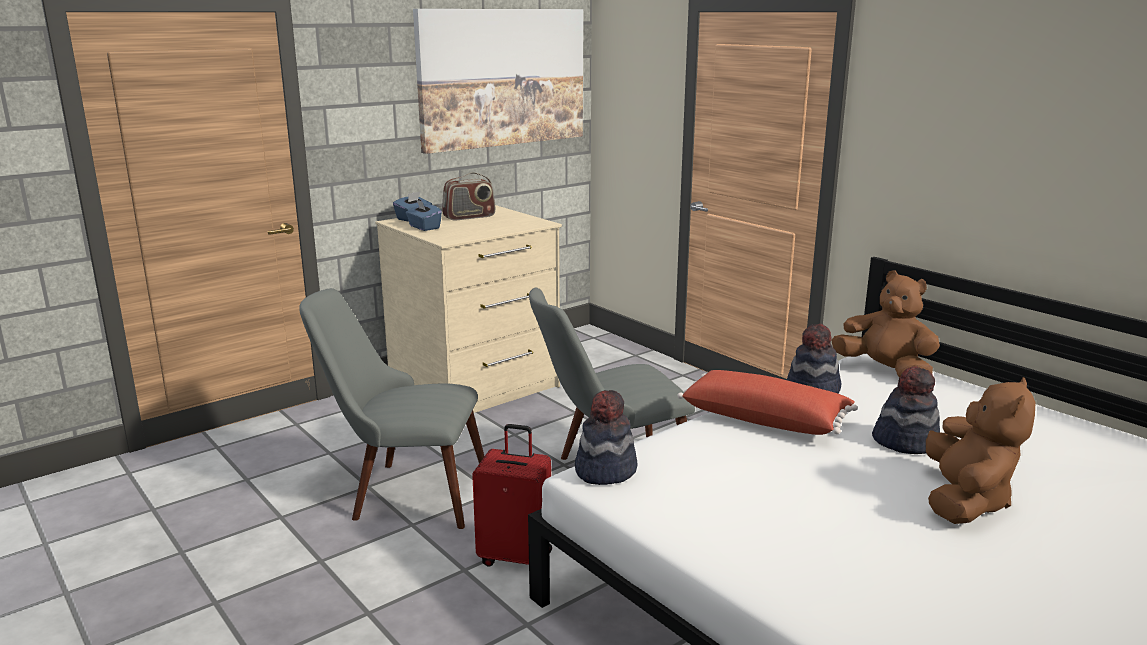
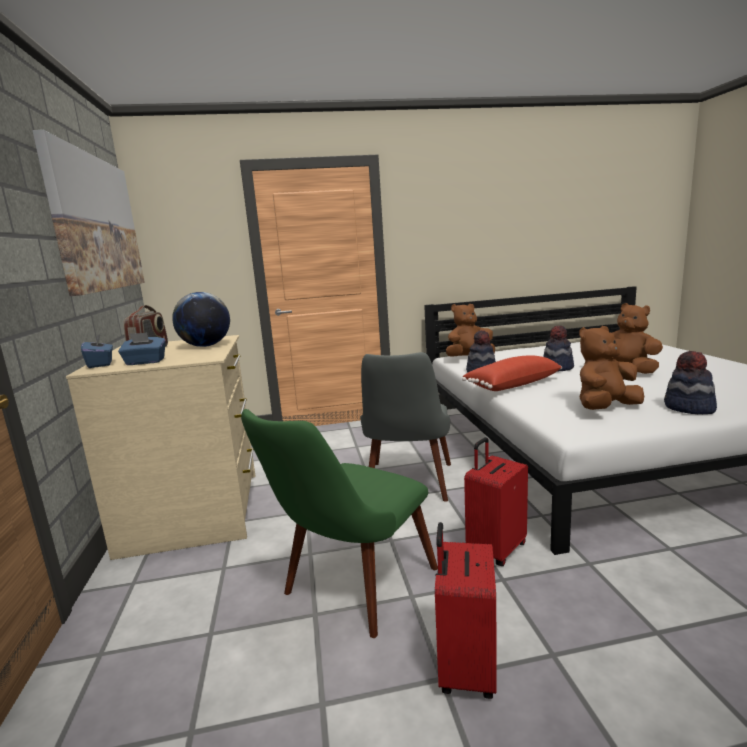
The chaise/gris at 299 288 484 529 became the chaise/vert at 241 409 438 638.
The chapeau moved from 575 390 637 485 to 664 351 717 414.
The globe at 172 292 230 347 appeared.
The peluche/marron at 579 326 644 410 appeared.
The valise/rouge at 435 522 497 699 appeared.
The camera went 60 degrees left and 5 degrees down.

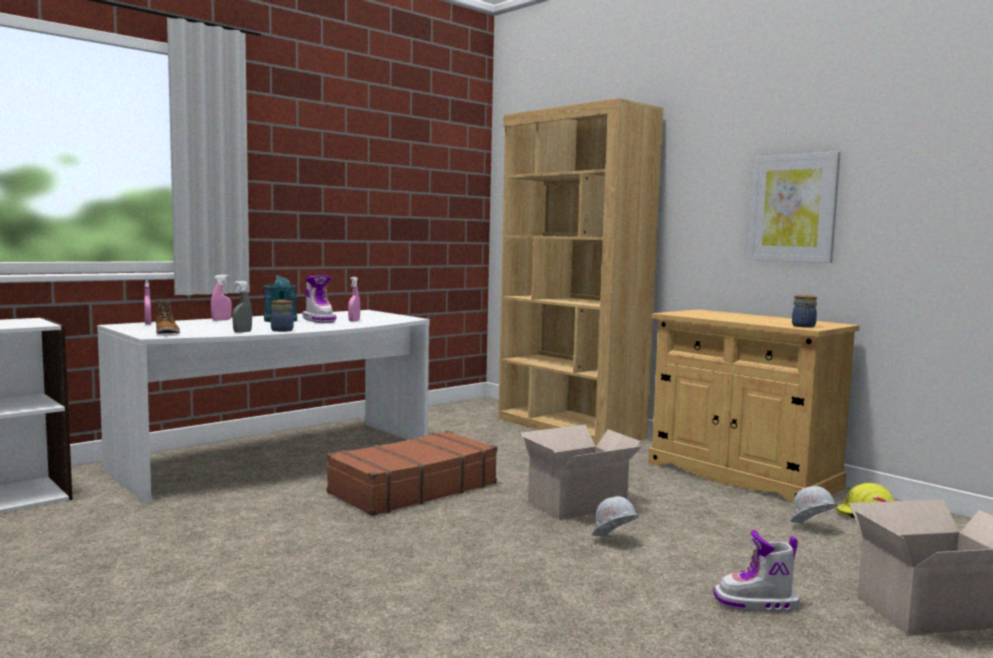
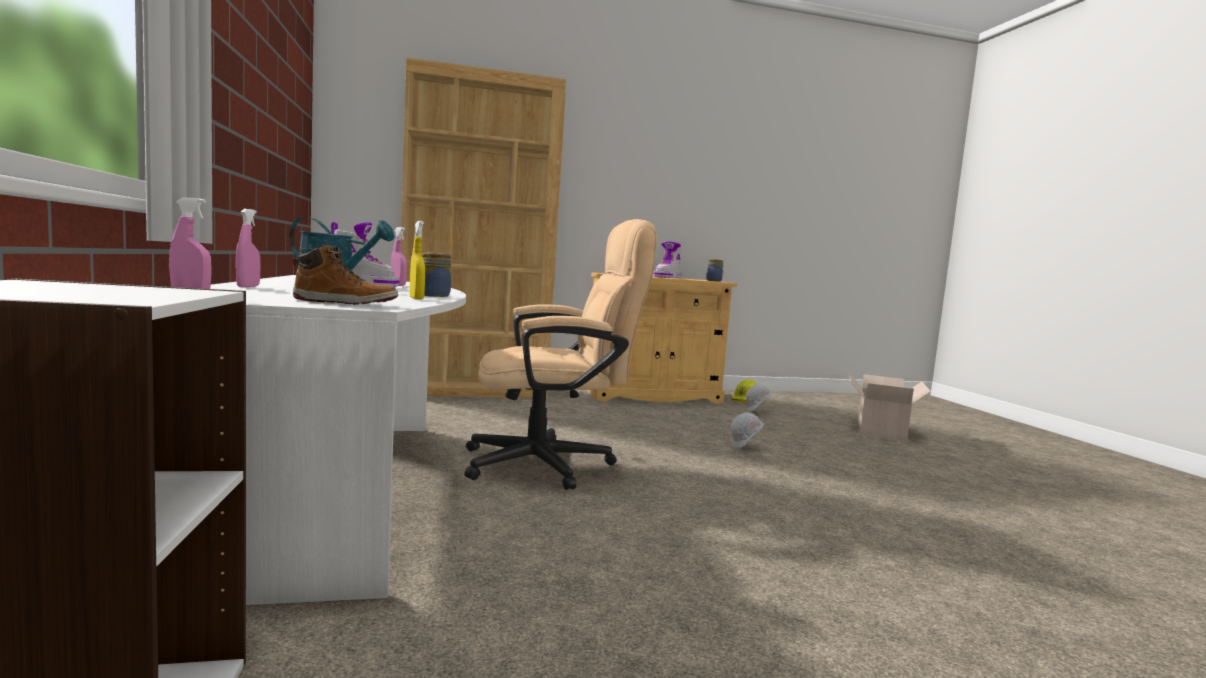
The tableau at 748 151 841 263 disappeared.
The vaporisateur/gris at 232 281 252 333 became the vaporisateur/jaune at 410 221 425 299.
The carton at 520 424 642 520 disappeared.
The valise/marron at 327 431 497 516 was replaced by the chaise de bureau/beige at 464 219 657 490.
The botte moved from 713 530 800 612 to 653 242 682 278.
The camera went 60 degrees left and 0 degrees up.

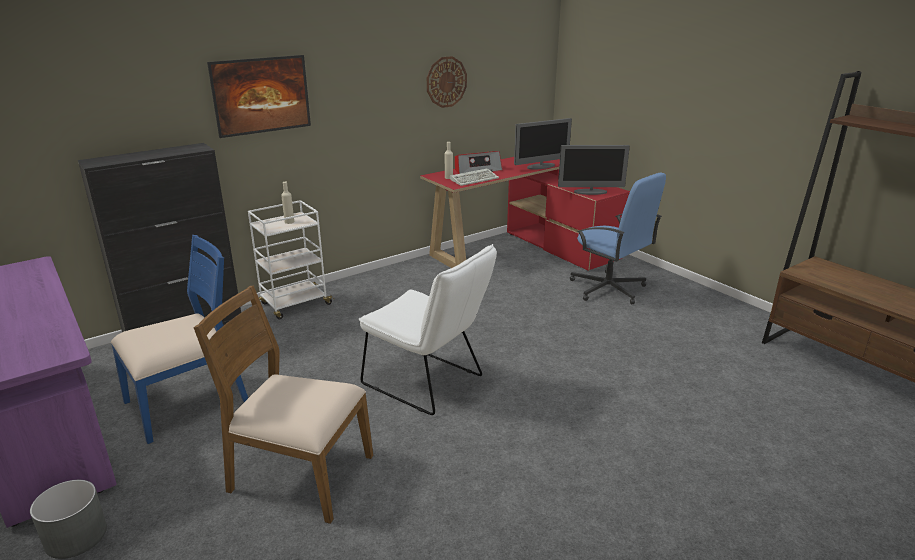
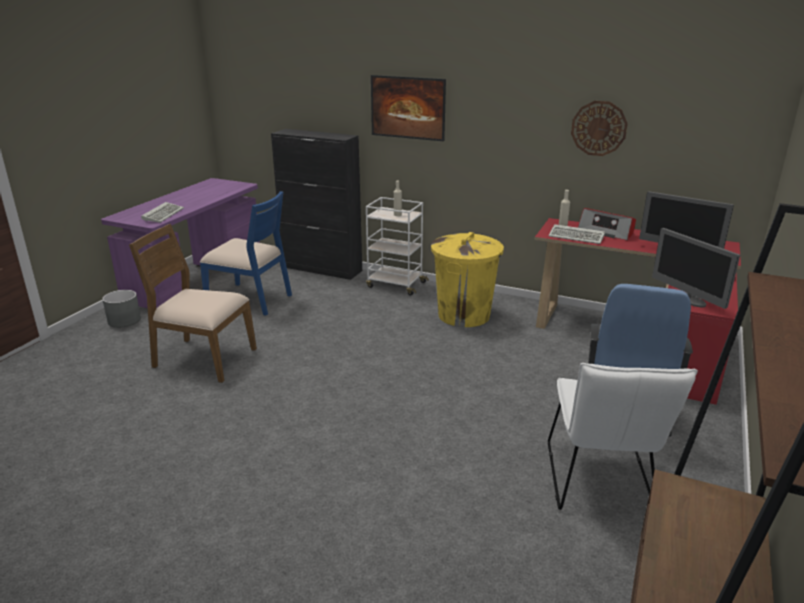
The chaise/blanc moved from 359 244 497 415 to 548 363 698 510.
The chaise/marron at 193 285 373 524 turned 60 degrees counterclockwise.
The clavier at 141 202 184 223 appeared.
The poubelle/jaune at 431 232 504 327 appeared.
The camera went 60 degrees right and 0 degrees up.

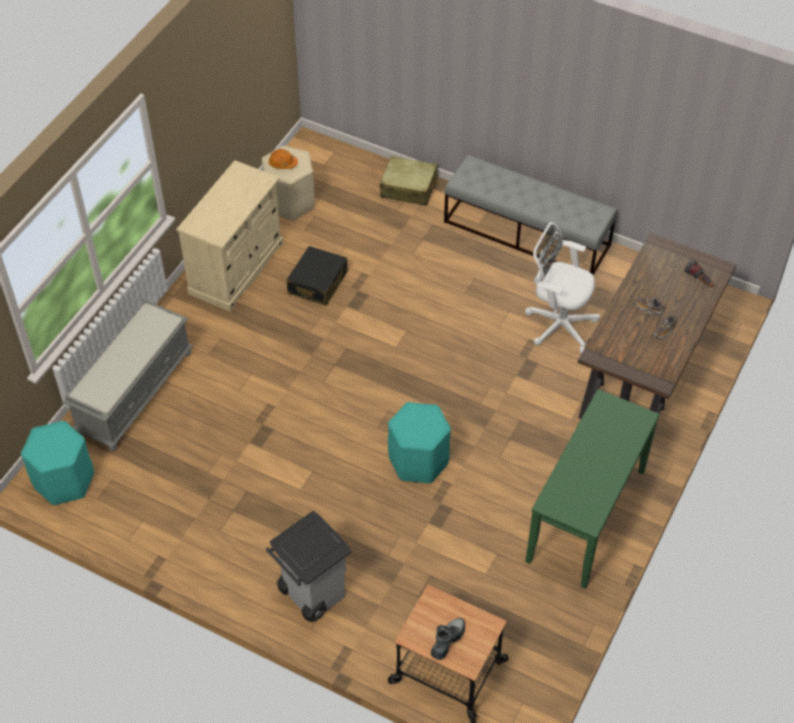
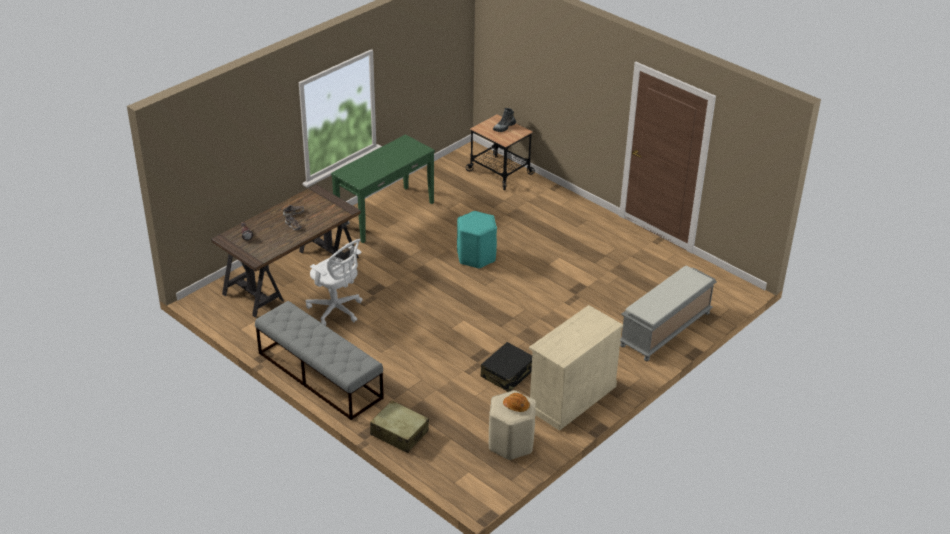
The tabouret/turquoise at 21 421 94 505 disappeared.
The poubelle/gris at 266 511 351 622 disappeared.
The camera went 165 degrees left and 15 degrees down.

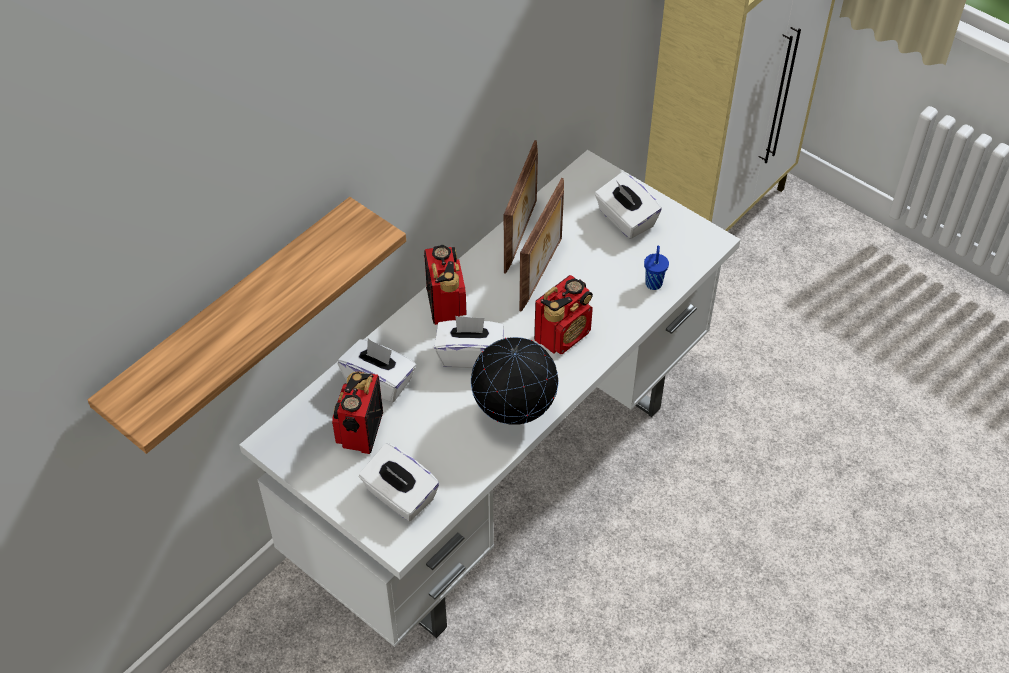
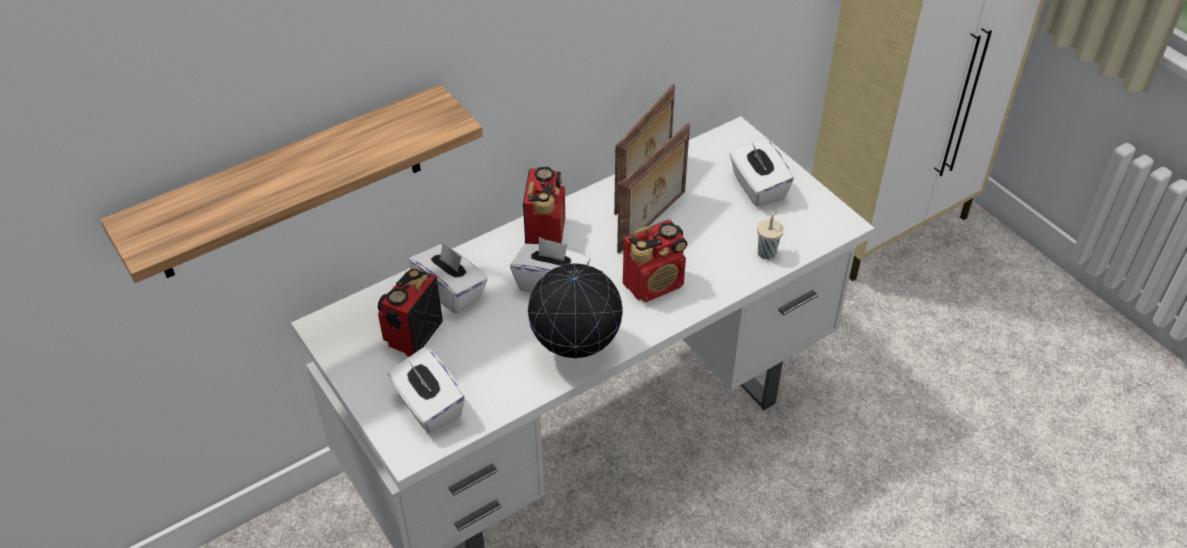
The tasse/bleu at 644 246 669 290 became the tasse/beige at 757 211 784 260.
The camera went 15 degrees right and 5 degrees down.

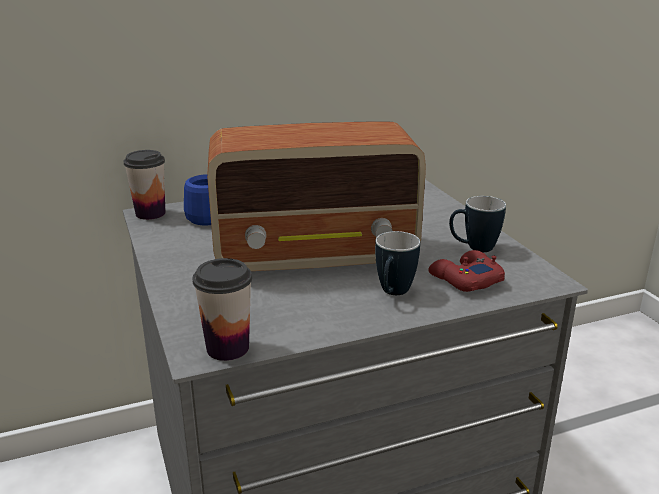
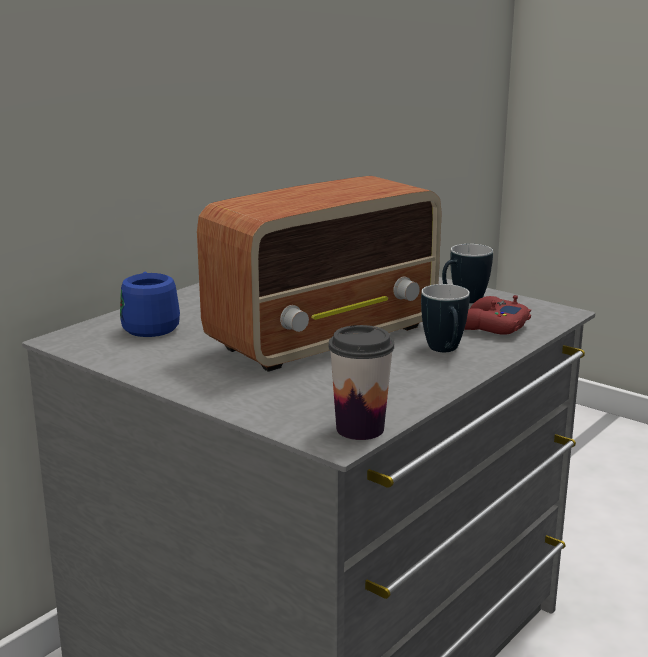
The tasse at 123 150 165 220 disappeared.
The camera went 30 degrees left and 5 degrees down.

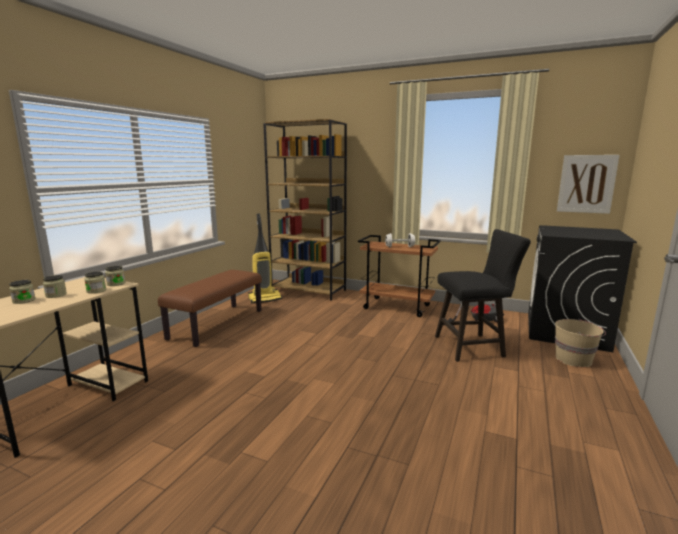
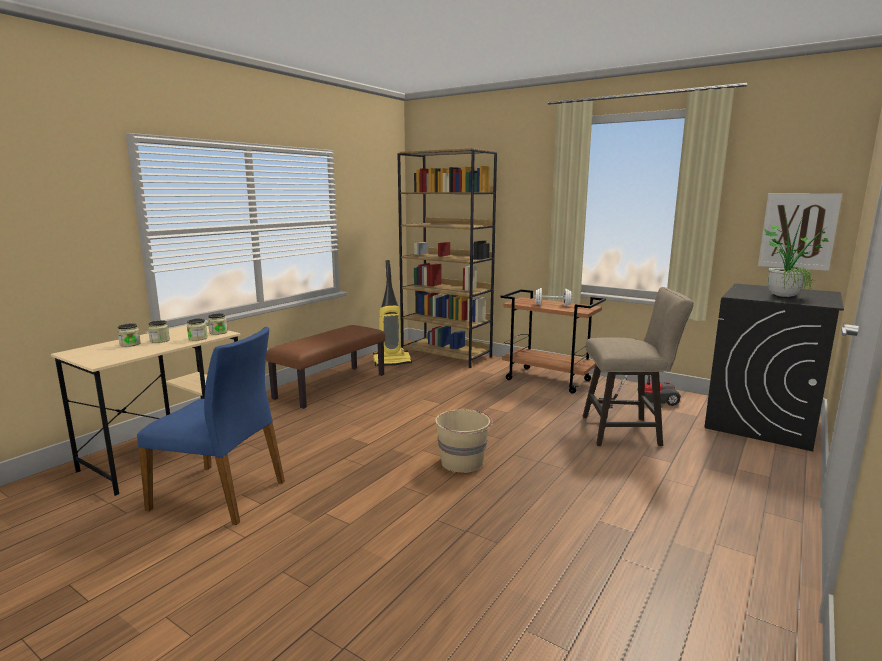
The tabouret/noir at 435 229 531 362 became the tabouret/beige at 583 287 694 446.
The seau/beige moved from 555 319 606 367 to 435 409 493 473.
The plante en pot at 764 210 829 297 appeared.
The chaise/bleu at 137 327 285 525 appeared.
The camera went 10 degrees right and 0 degrees up.

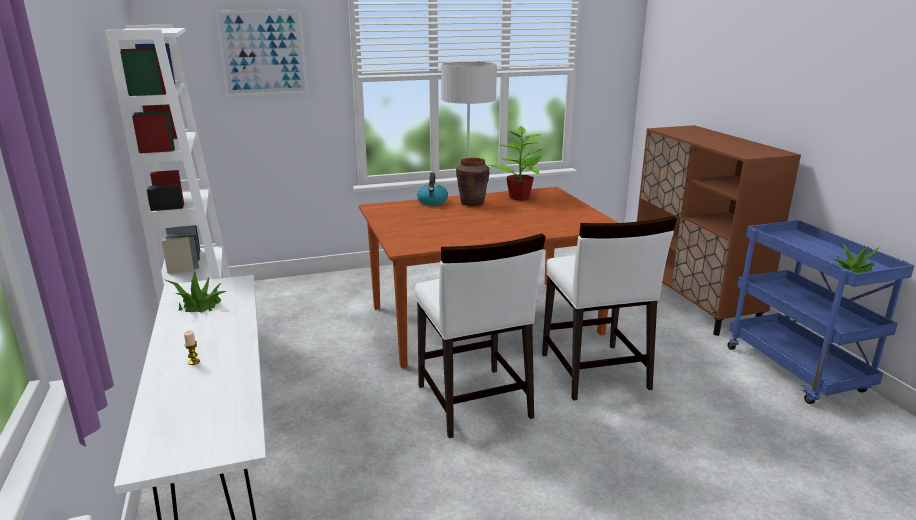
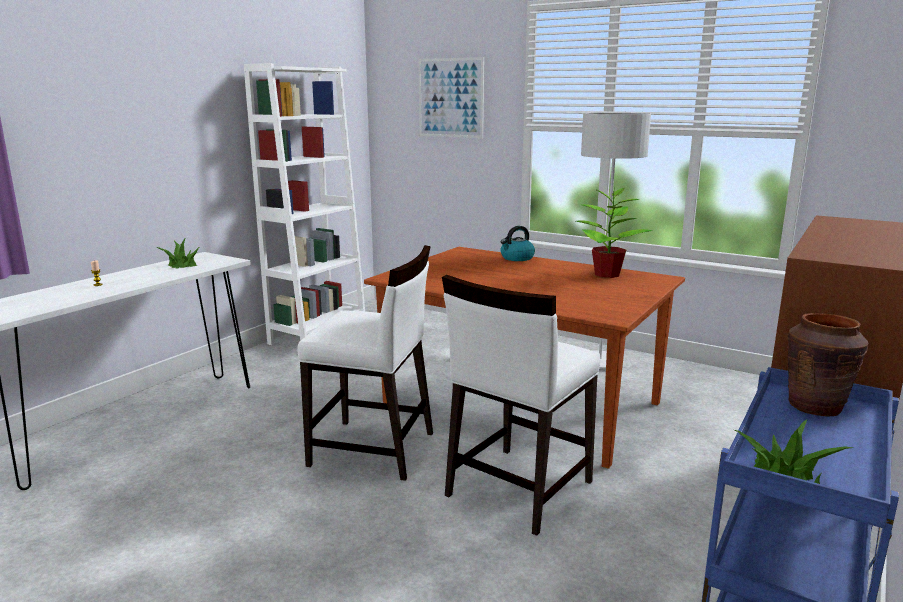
The vase/marron moved from 456 158 490 206 to 787 313 868 416.
The chaise/blanc at 415 233 546 438 turned 105 degrees counterclockwise.
The camera went 50 degrees right and 5 degrees down.

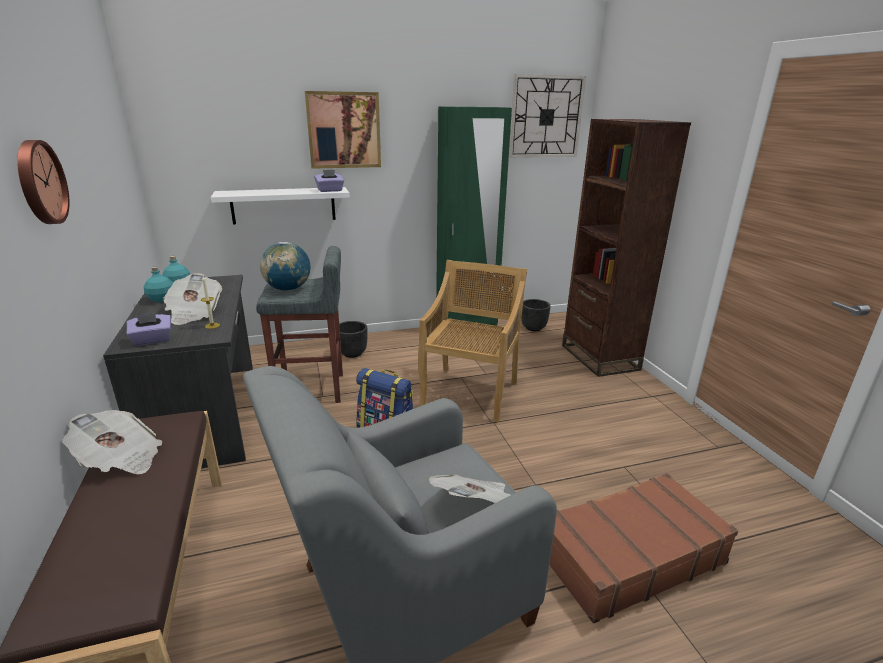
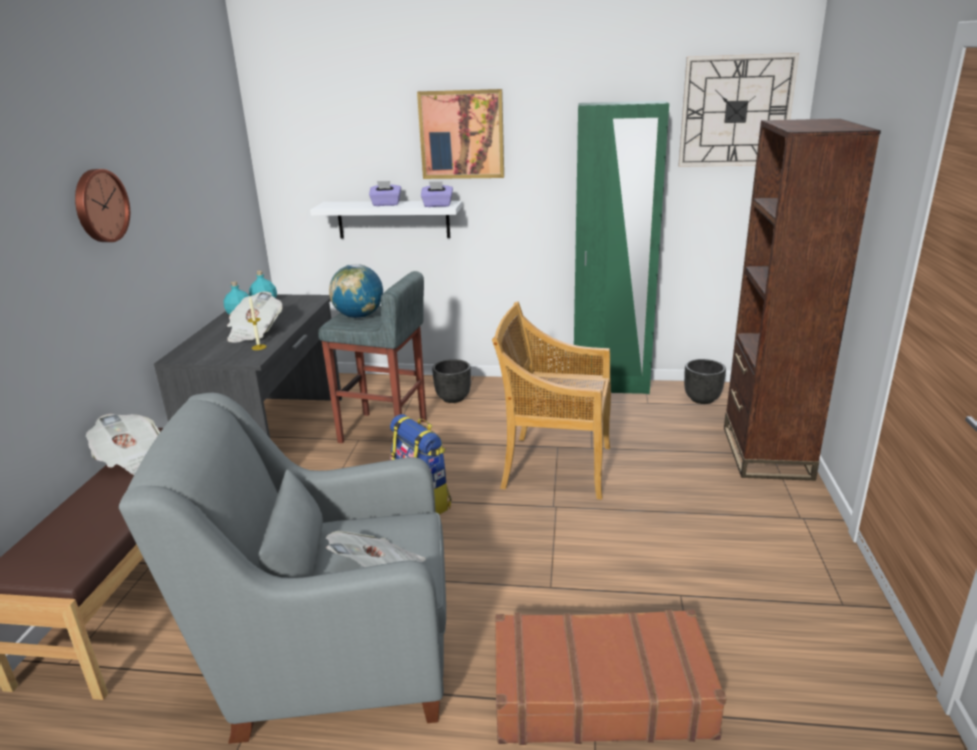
The chaise/beige at 418 260 527 422 turned 120 degrees counterclockwise.
The boîte à mouchoirs/violet moved from 126 313 171 346 to 369 181 401 206.
The camera went 25 degrees right and 0 degrees up.

